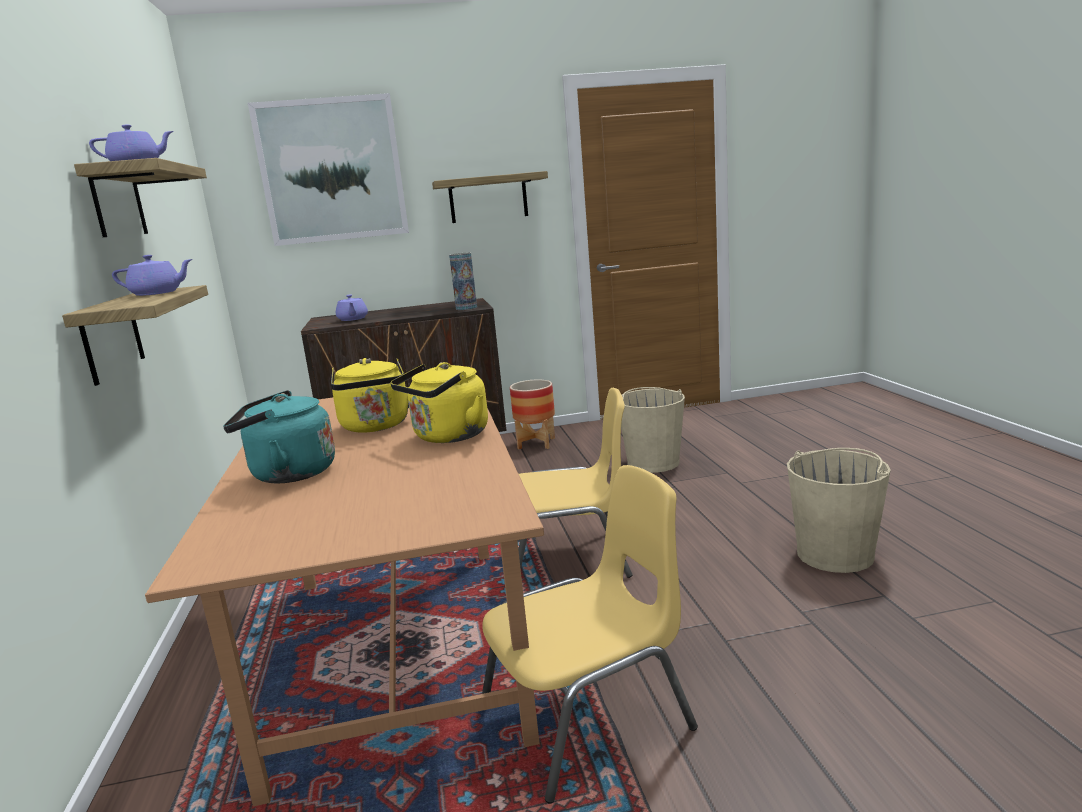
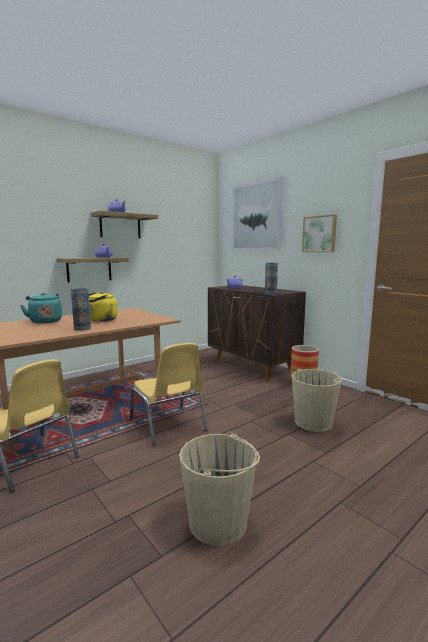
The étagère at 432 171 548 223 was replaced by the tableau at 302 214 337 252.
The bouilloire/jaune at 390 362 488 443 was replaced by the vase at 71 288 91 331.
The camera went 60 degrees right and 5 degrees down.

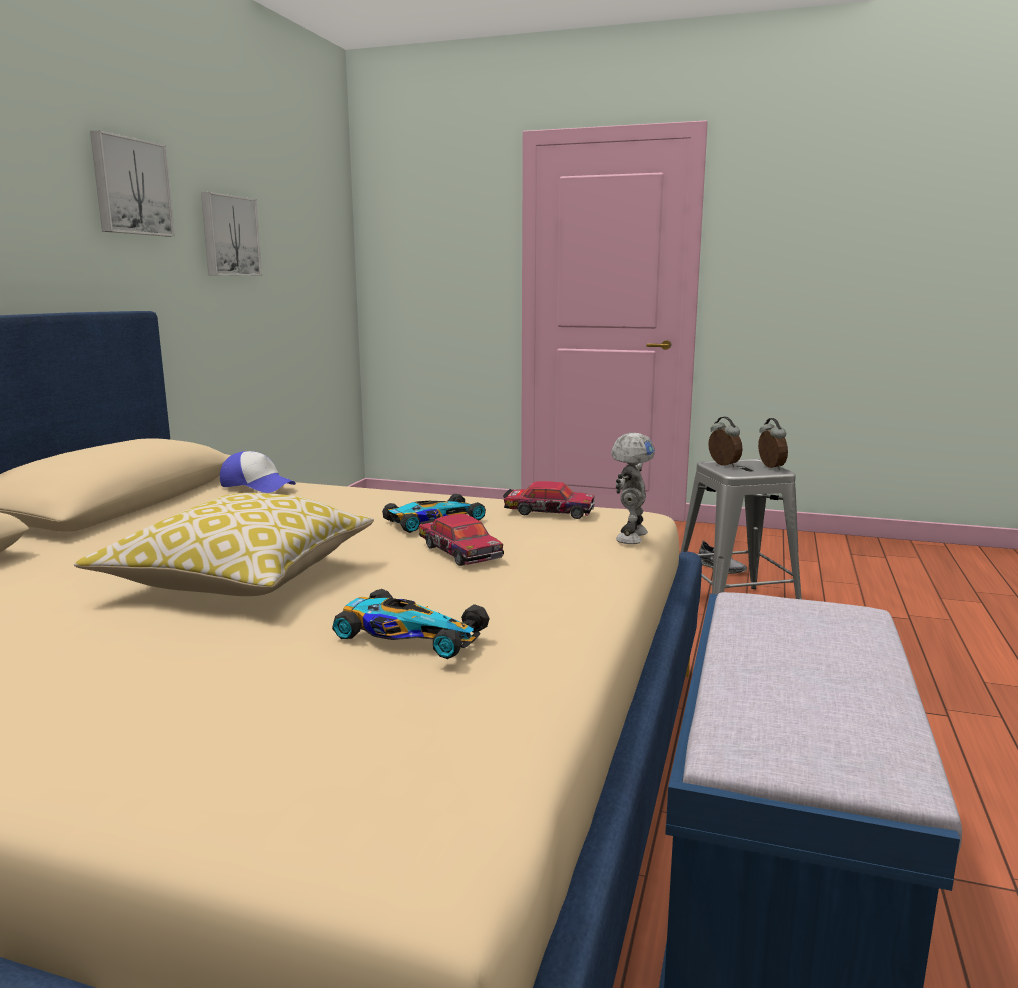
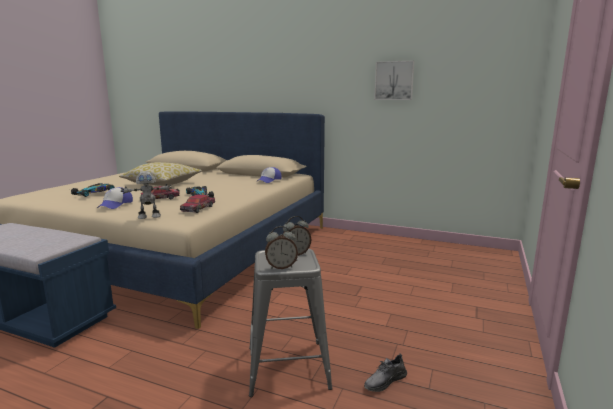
The tableau at 90 130 175 236 disappeared.
The robot jouet at 611 432 655 544 turned 45 degrees counterclockwise.
The casquette at 97 187 133 209 appeared.
The camera went 95 degrees right and 0 degrees up.

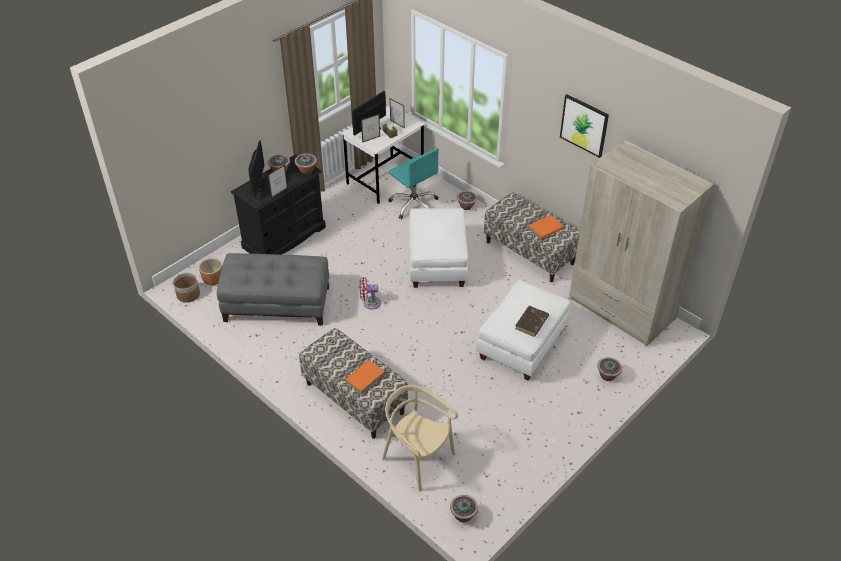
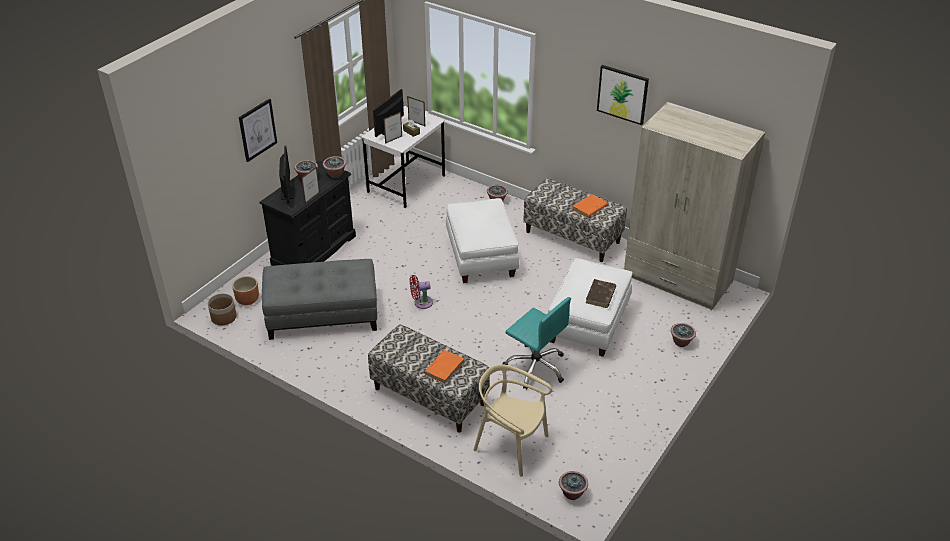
The chaise de bureau/turquoise moved from 388 148 439 219 to 503 297 571 389.
The tableau at 239 99 277 162 appeared.
The camera went 10 degrees left and 5 degrees down.

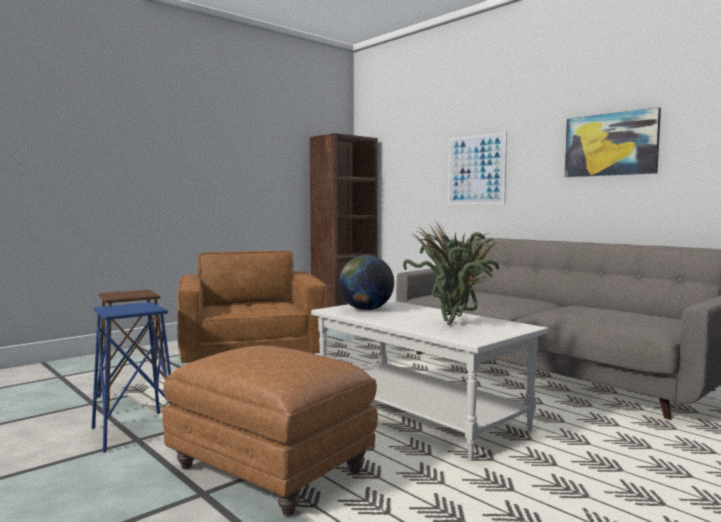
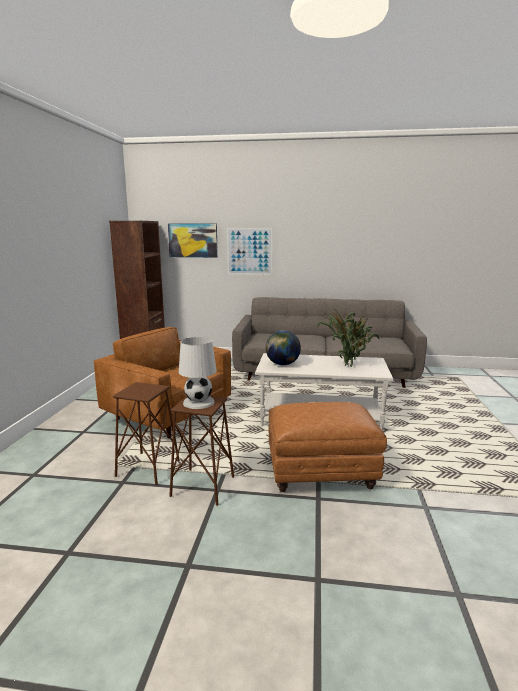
The tableau moved from 565 107 661 177 to 168 223 218 258.
The tabouret/bleu at 92 302 173 453 became the tabouret/marron at 169 396 234 506.
The lampe de table/blanc at 179 337 217 409 appeared.
The camera went 40 degrees left and 10 degrees up.

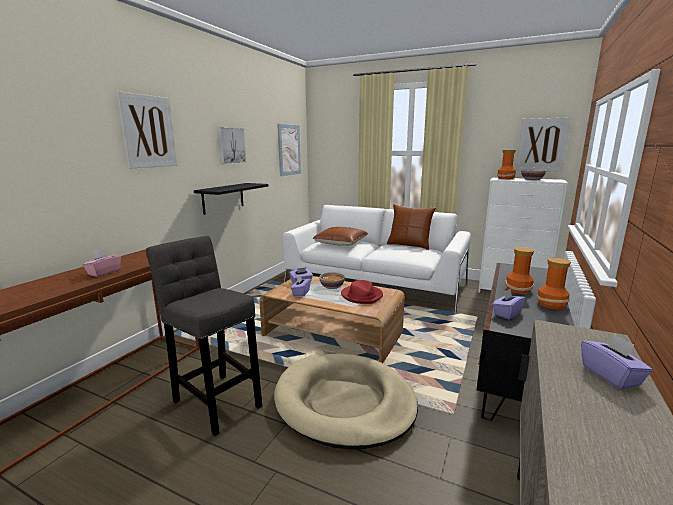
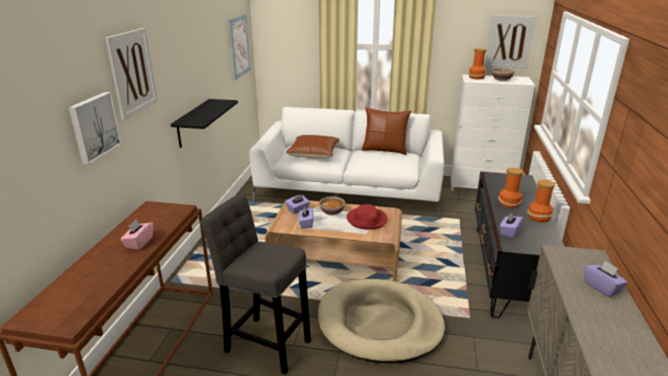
The tableau moved from 217 127 247 165 to 68 92 122 165.
The camera went 15 degrees left and 10 degrees up.

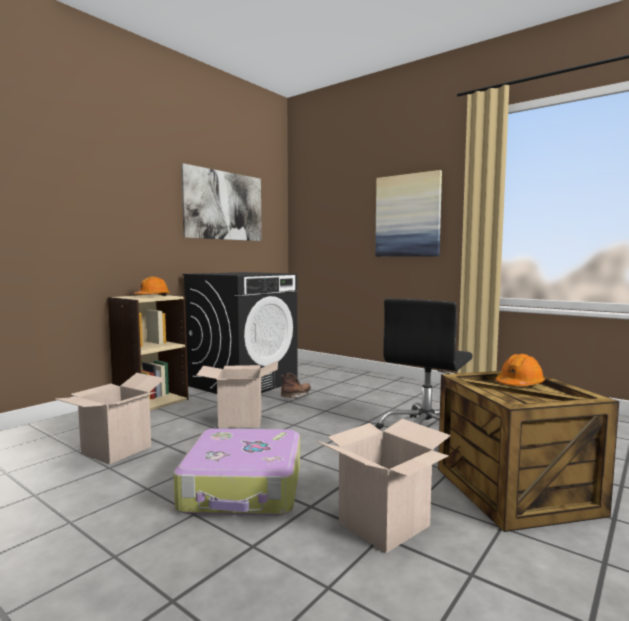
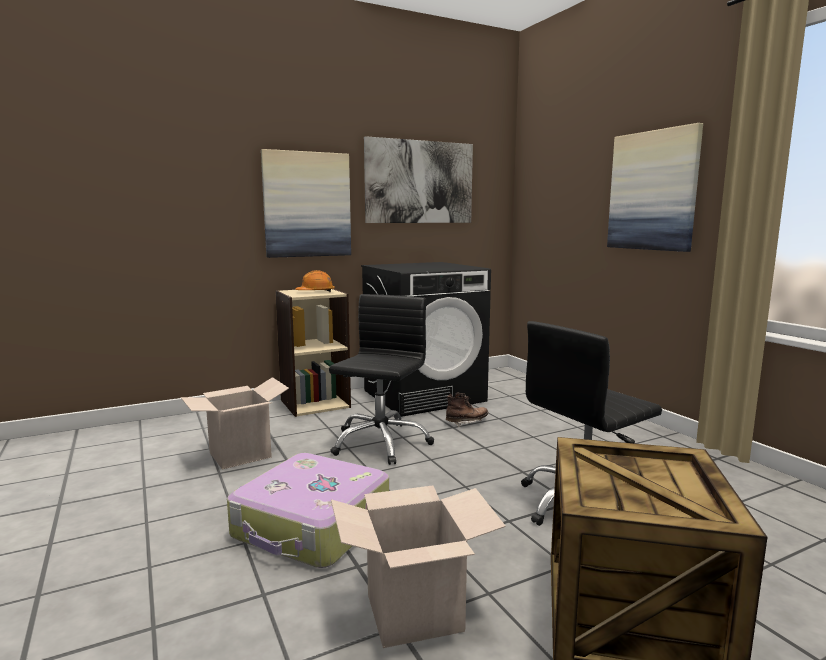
The casque de chantier/orange at 495 354 545 386 disappeared.
The carton at 197 361 278 428 was replaced by the chaise de bureau/noir at 329 294 434 465.
The tableau at 261 149 351 258 appeared.
The camera went 25 degrees right and 5 degrees up.

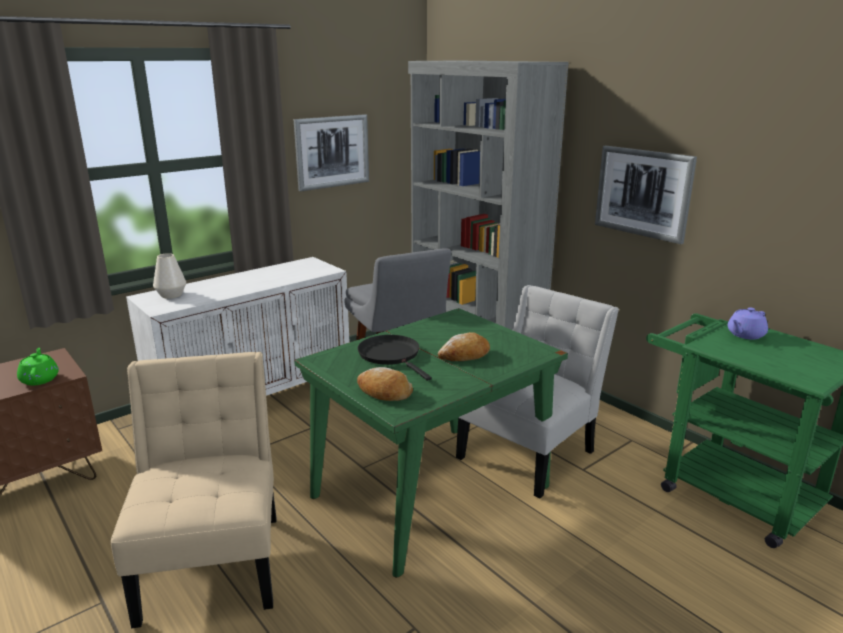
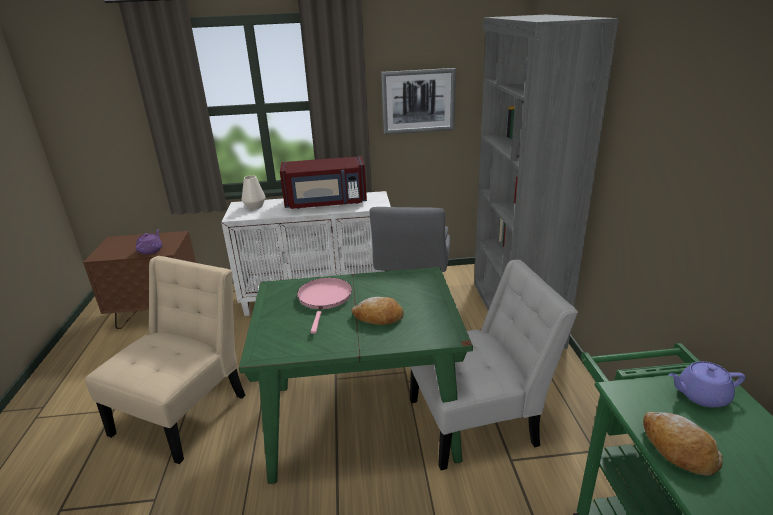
The tableau at 595 145 697 244 disappeared.
The poêle/noir at 358 335 432 381 became the poêle/rose at 297 278 352 334.
The théière/vert at 17 348 59 385 became the théière/violet at 136 229 162 255.
The pain moved from 357 367 413 401 to 643 412 723 476.
The micro-ondes/rouge at 280 156 367 209 appeared.
The camera went 35 degrees right and 5 degrees up.

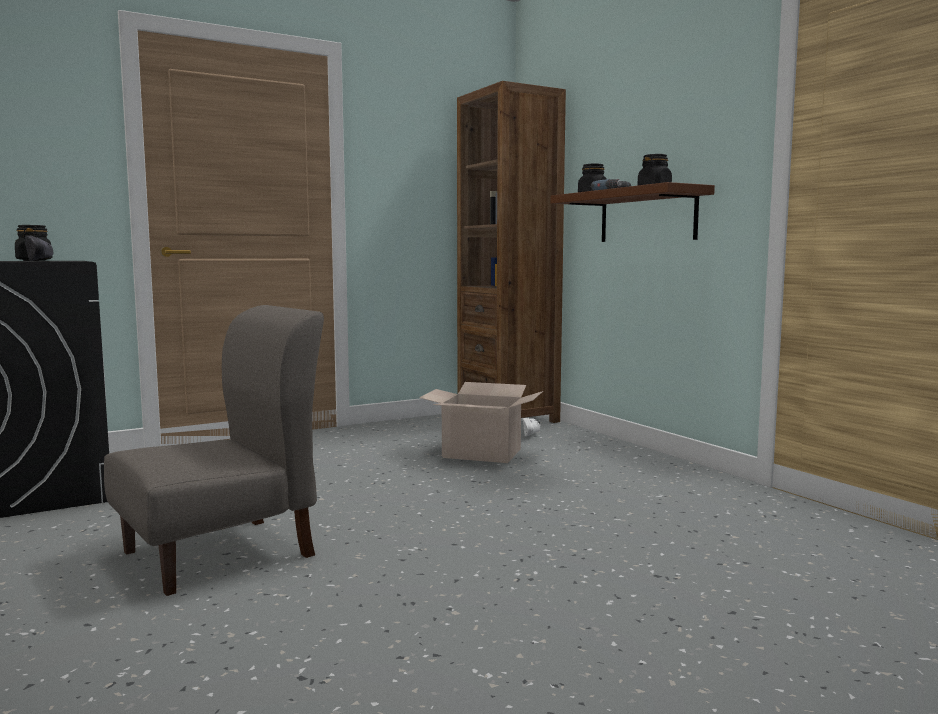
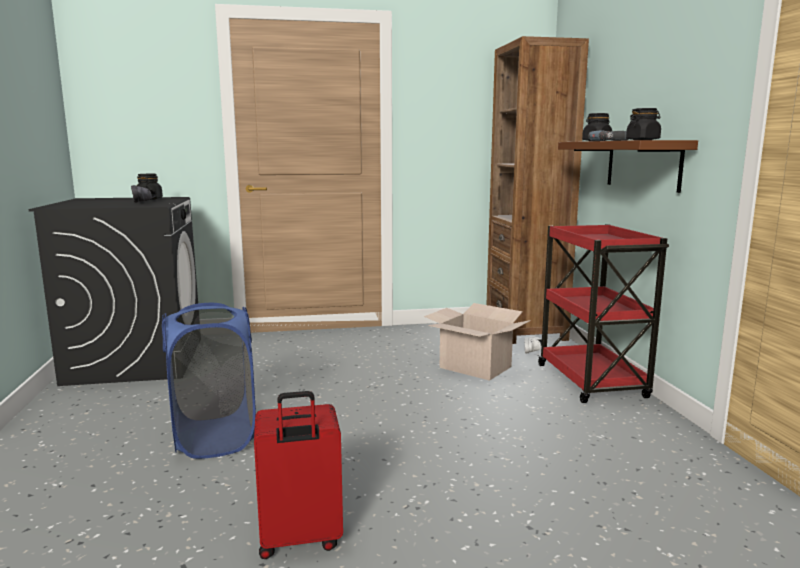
The chaise/gris at 104 305 324 596 was replaced by the panier à linge/bleu at 162 303 256 459.
The chariot/rouge at 538 224 669 403 appeared.
The valise/rouge at 254 391 343 559 appeared.
The camera went 20 degrees right and 5 degrees up.

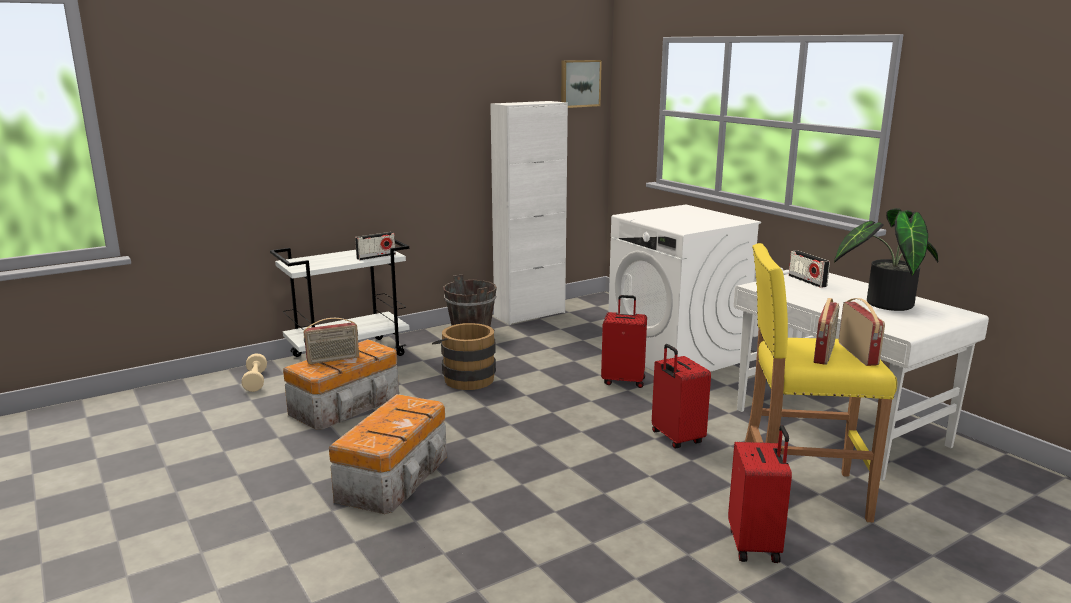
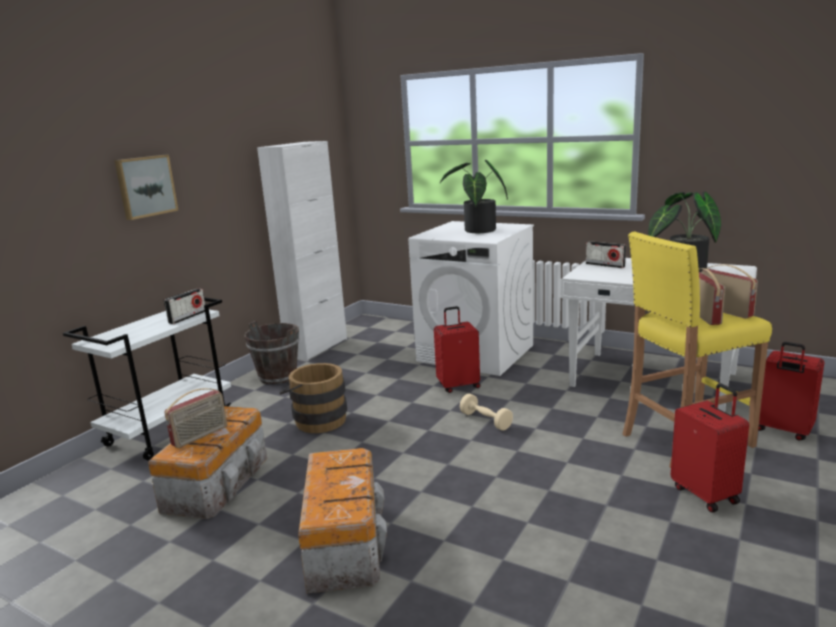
The tableau moved from 561 60 602 108 to 114 155 179 220.
The valise/rouge moved from 652 344 711 448 to 758 342 825 441.
The haltère/beige moved from 242 354 267 392 to 460 393 513 431.
The plante en pot at 440 160 508 233 appeared.
The camera went 25 degrees left and 0 degrees up.

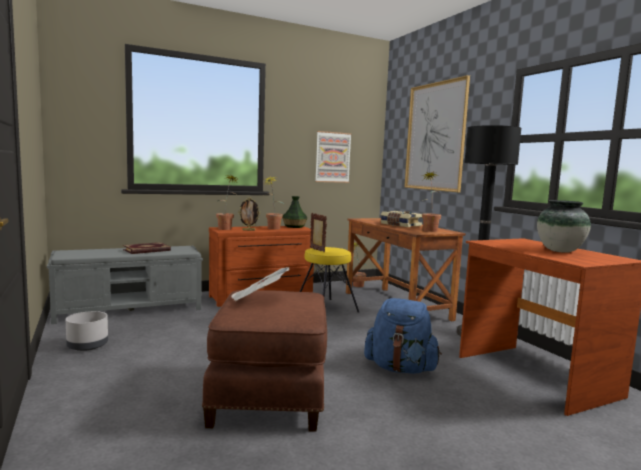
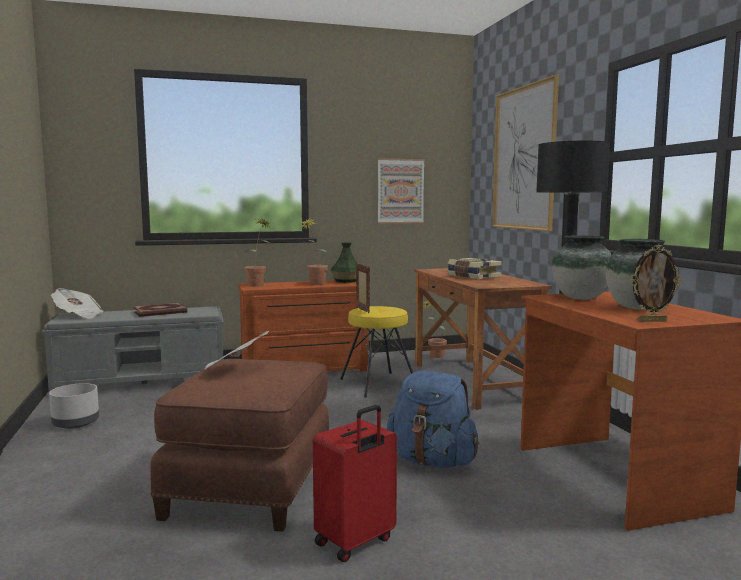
The plante en pot at 422 172 441 232 disappeared.
The cadre photo moved from 238 197 260 231 to 631 245 682 322.
The vase at 552 235 611 300 appeared.
The journal at 51 288 103 319 appeared.
The valise/rouge at 313 405 397 562 appeared.
The camera went 10 degrees right and 0 degrees up.

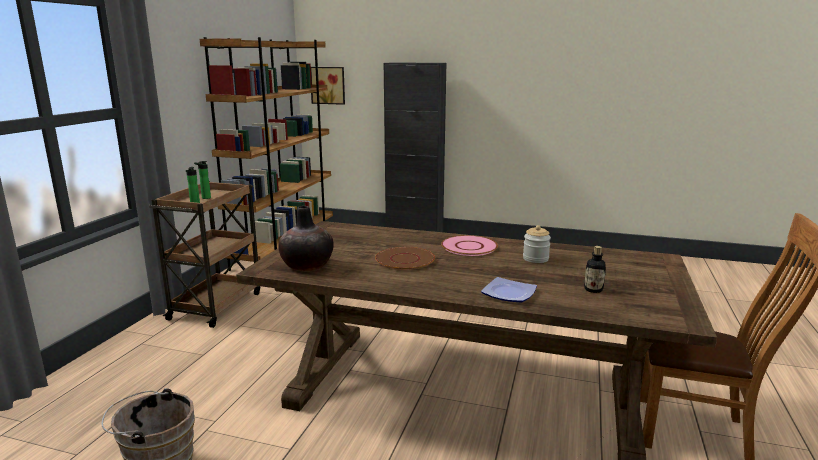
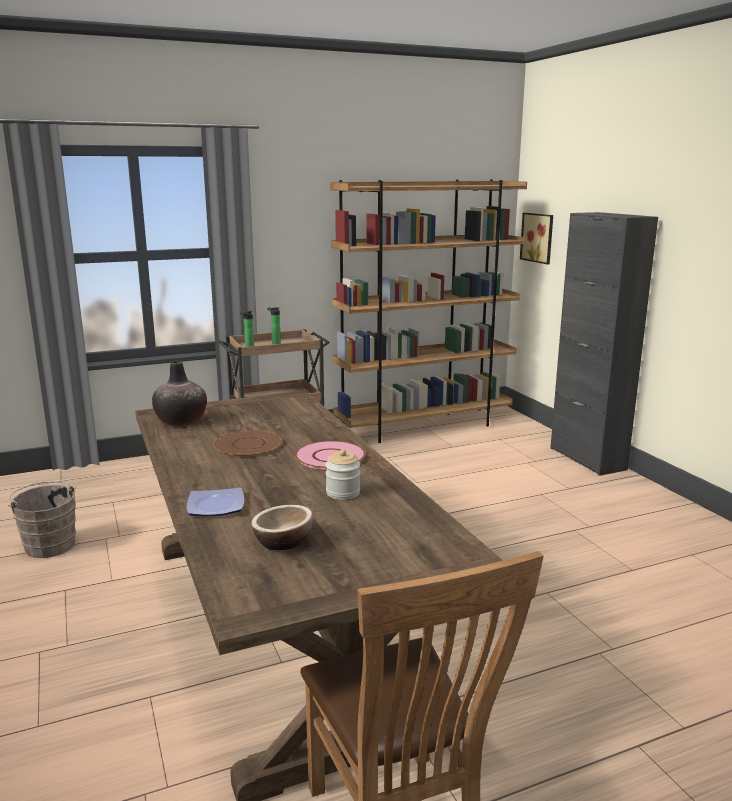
The bouteille at 584 246 606 293 was replaced by the bol at 251 505 313 551.
The camera went 50 degrees right and 0 degrees up.

